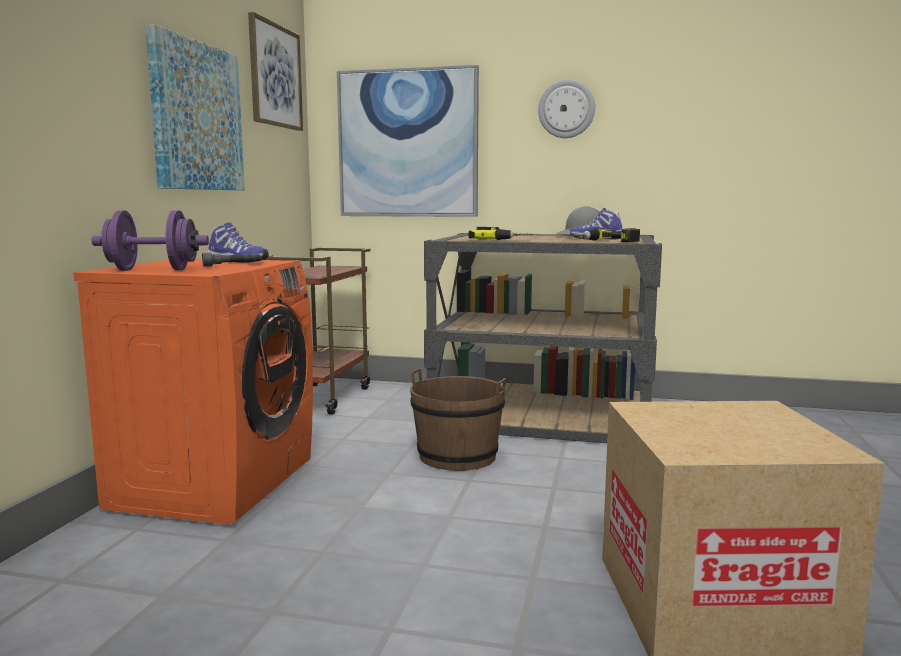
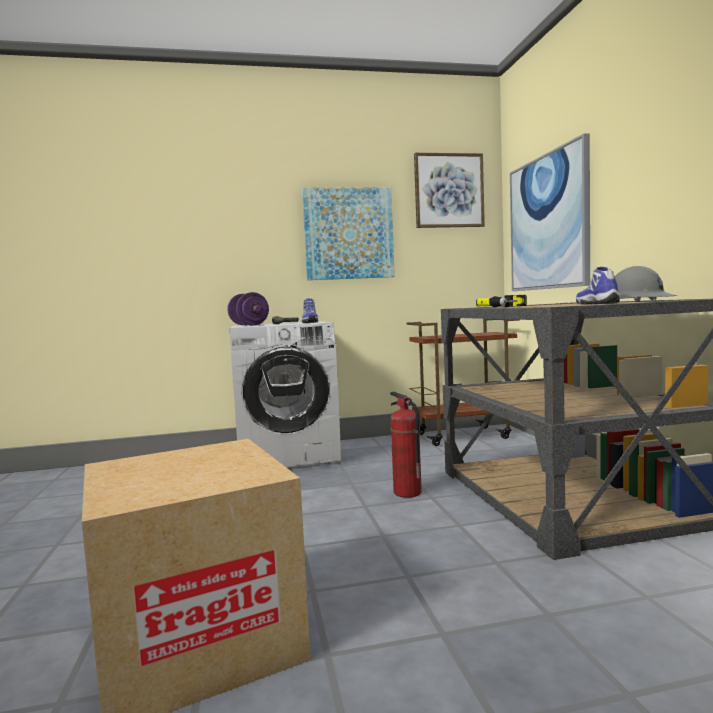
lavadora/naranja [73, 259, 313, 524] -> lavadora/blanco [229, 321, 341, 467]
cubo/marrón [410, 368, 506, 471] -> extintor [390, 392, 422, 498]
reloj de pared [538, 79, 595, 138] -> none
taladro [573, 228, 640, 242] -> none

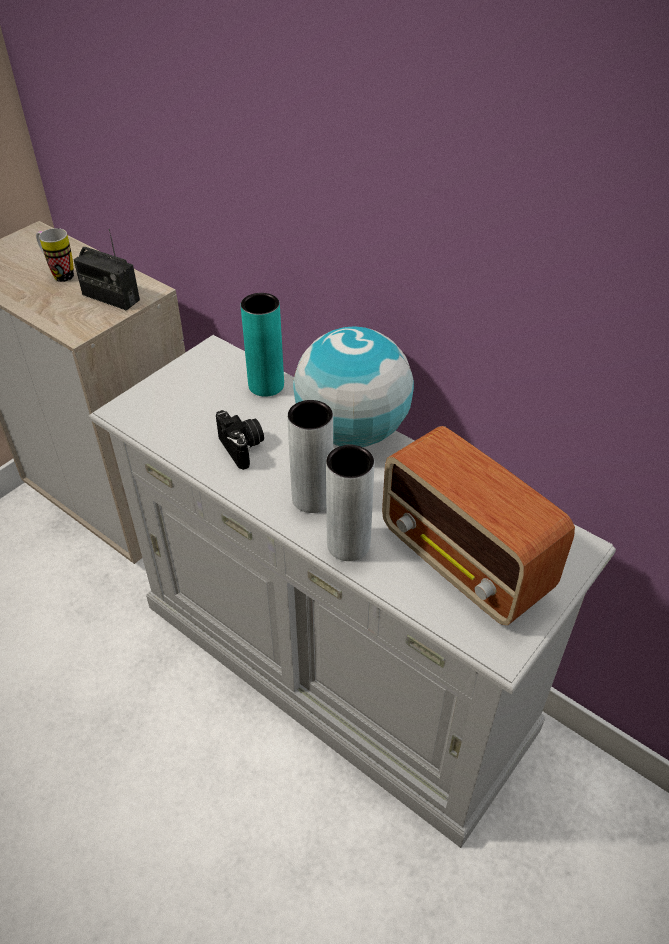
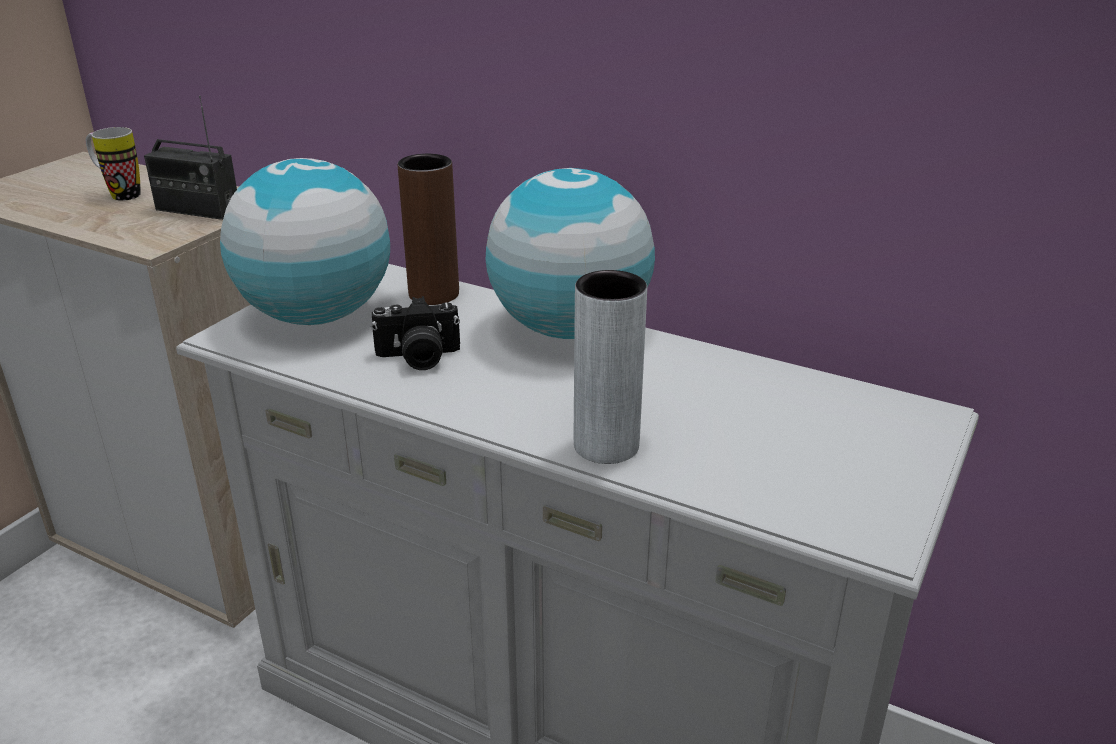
cámara [216, 410, 264, 470] -> cámara [371, 296, 460, 370], 120 degrees clockwise
florero/turquesa [241, 293, 284, 397] -> florero/marrón [398, 154, 459, 305]
florero/gris [287, 400, 333, 513] -> none
radio [382, 426, 575, 625] -> none
none -> globo terráqueo [220, 158, 390, 325]

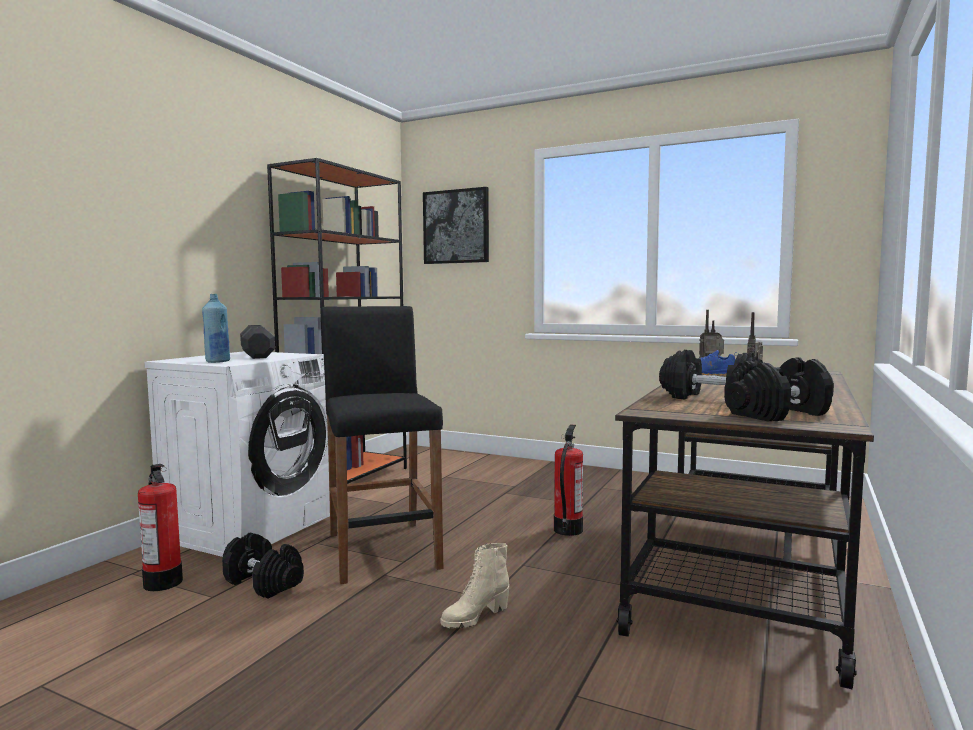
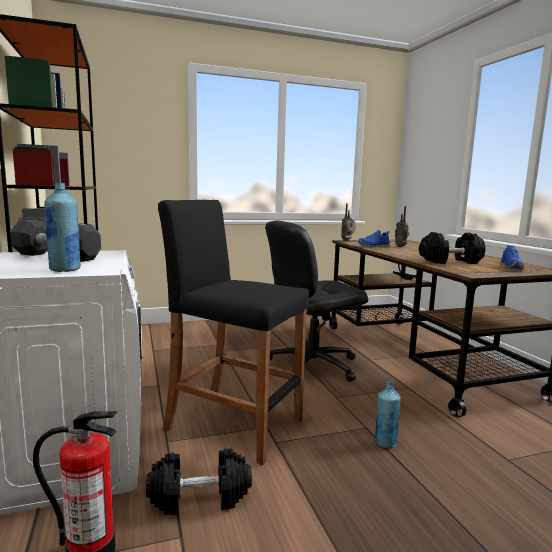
cuadro [423, 187, 489, 264] -> none
bota/beis [440, 543, 509, 628] -> botella/azul [375, 382, 401, 448]
extintor [554, 424, 583, 536] -> silla de oficina/negro [265, 221, 368, 382]
mancuerna/negro [724, 357, 834, 422] -> zapato/azul [500, 245, 524, 269]

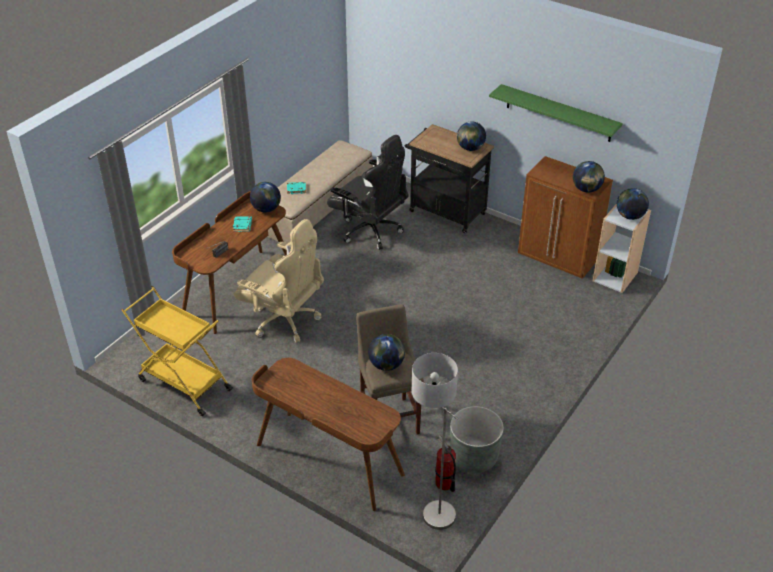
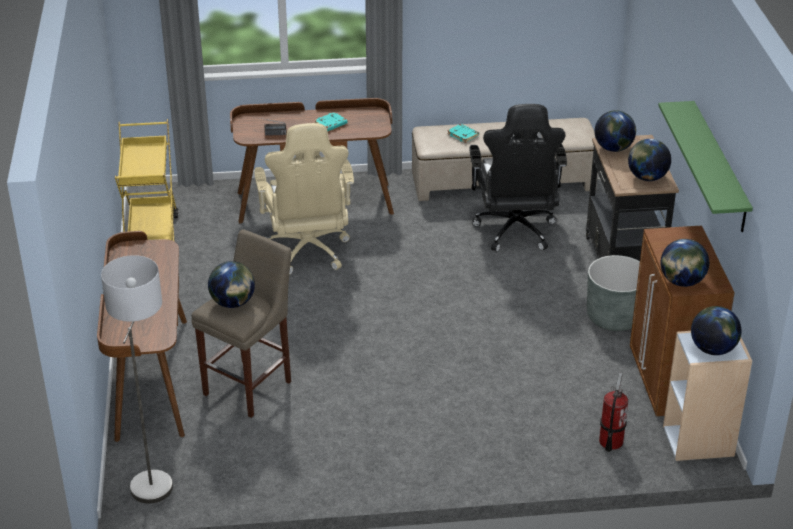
globo terráqueo [250, 182, 281, 213] -> globo terráqueo [595, 110, 636, 152], moved
extintor [435, 435, 456, 492] -> extintor [599, 373, 628, 452], moved
maceta/gris [450, 406, 504, 473] -> maceta/gris [587, 255, 640, 331], moved

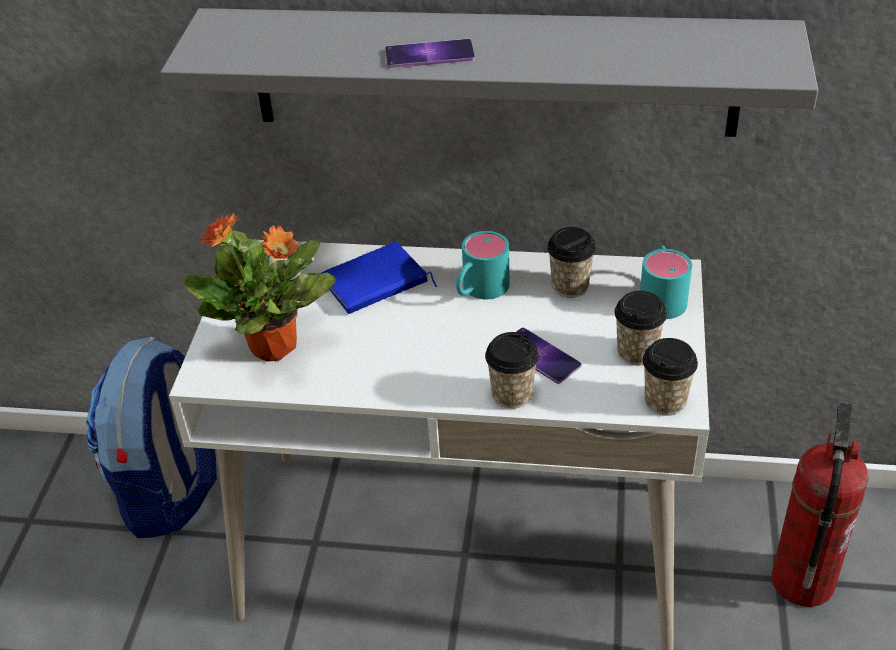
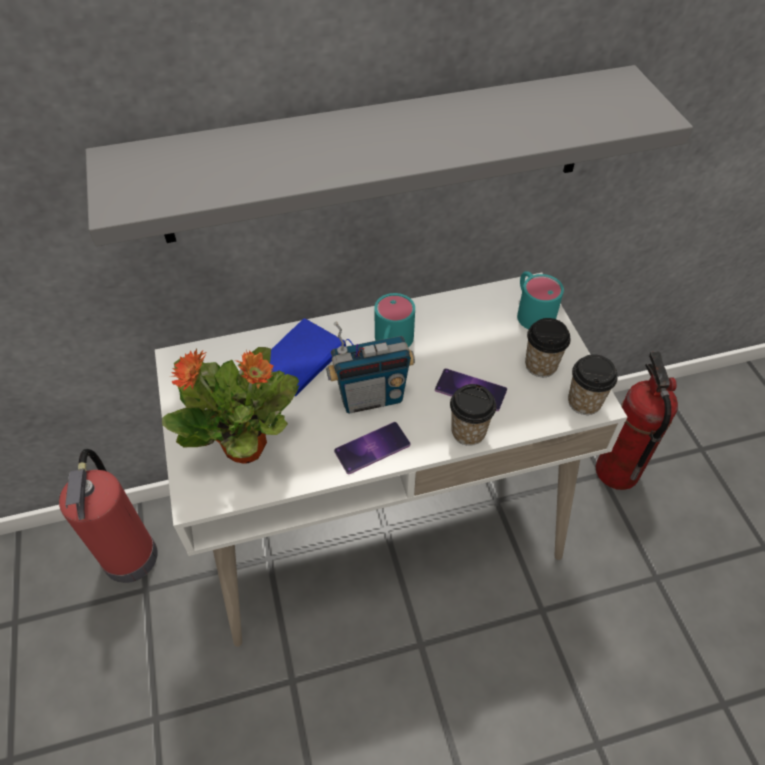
mochila [86, 337, 217, 538] -> extintor [59, 449, 158, 583]
móvil [385, 39, 475, 68] -> móvil [334, 422, 410, 474], moved
taza [547, 227, 596, 298] -> none
none -> radio [326, 322, 415, 414]

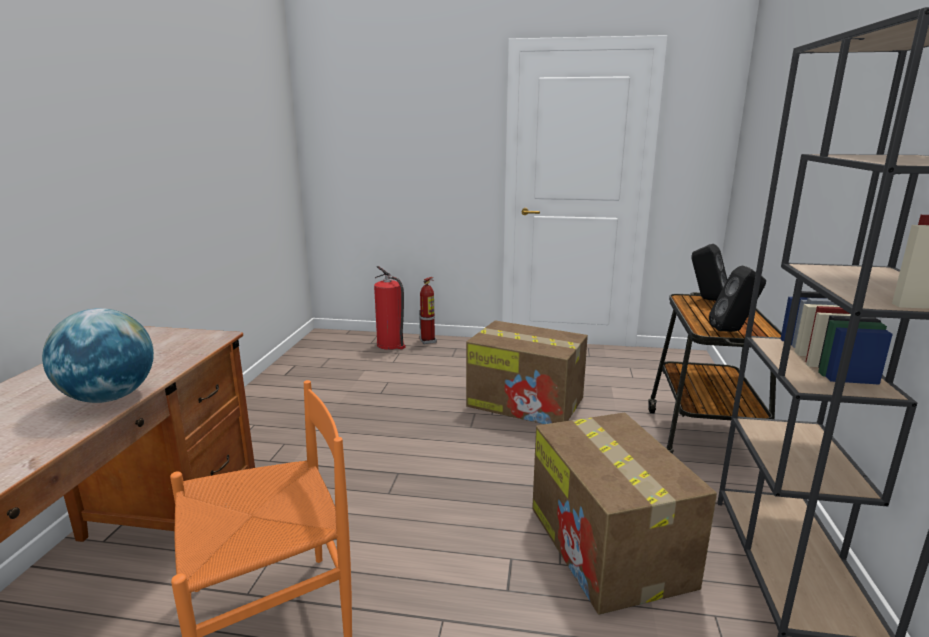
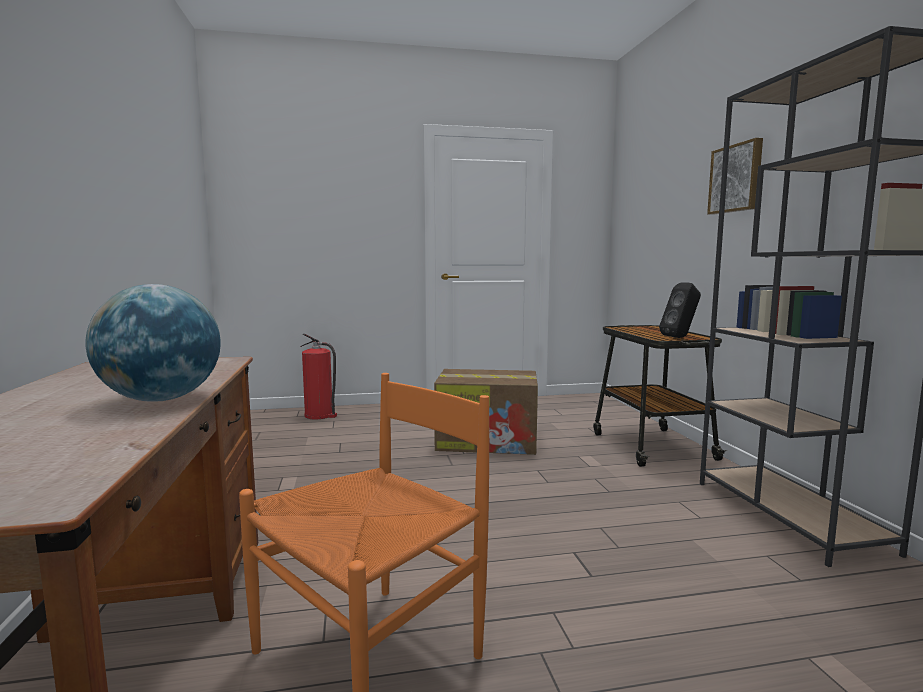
extintor [419, 277, 437, 344] -> none
caja de cartón [532, 413, 717, 615] -> none
altavoz/negro [691, 244, 727, 301] -> none
none -> cuadro [707, 138, 763, 215]

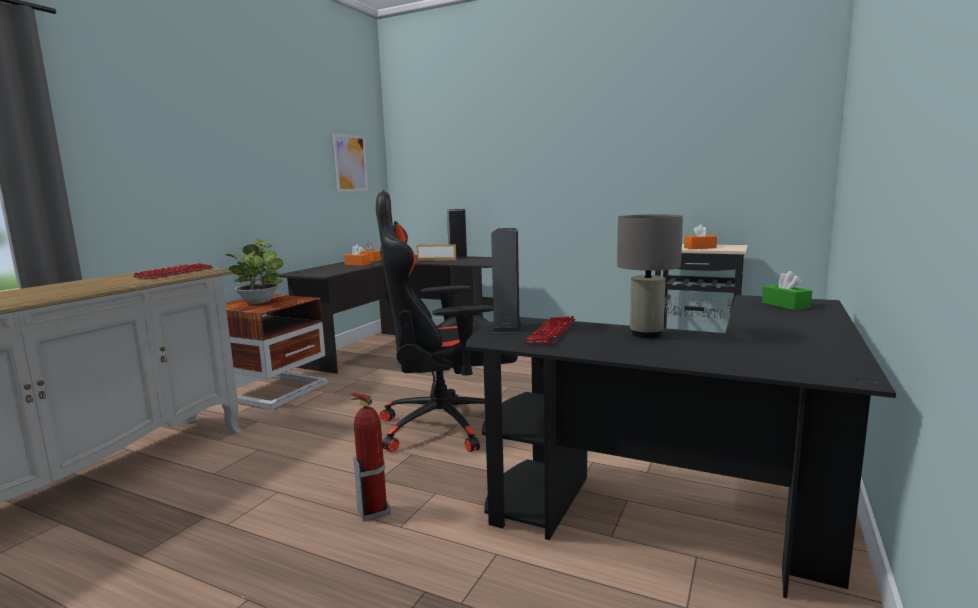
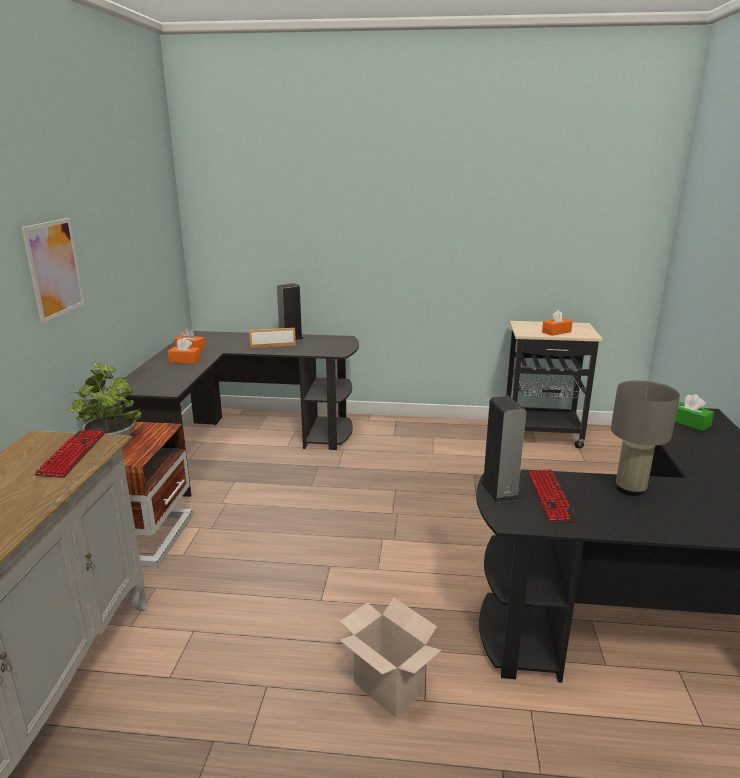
cuadro [333, 133, 368, 192] -> cuadro [21, 218, 85, 323], moved
extintor [350, 392, 391, 522] -> caja de cartón [339, 598, 442, 718]
silla de oficina/negro [376, 190, 518, 452] -> none

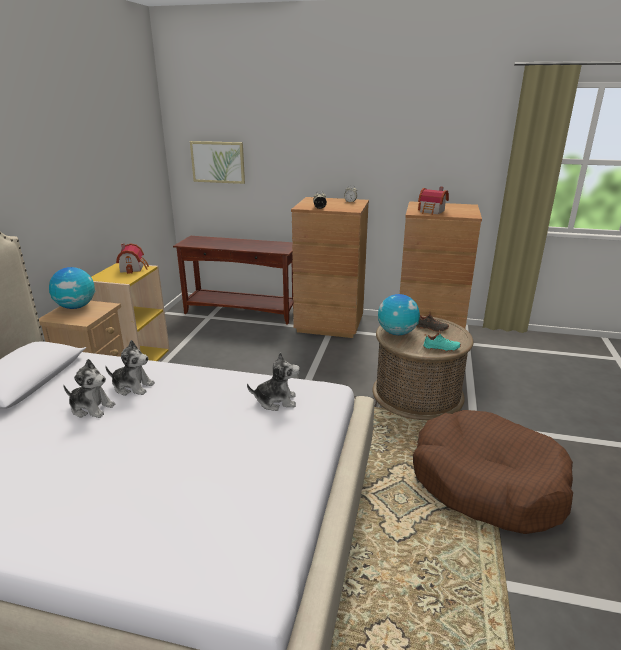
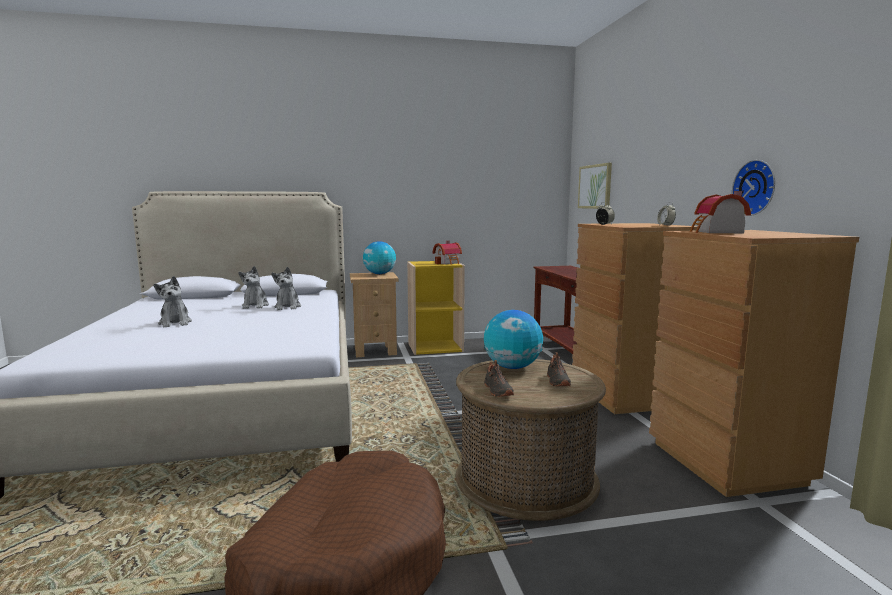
peluche [247, 352, 300, 411] -> peluche [153, 276, 192, 327], moved
zapato/turquesa [423, 330, 461, 351] -> zapato/negro [484, 360, 514, 397]
none -> reloj de pared [732, 160, 775, 216]

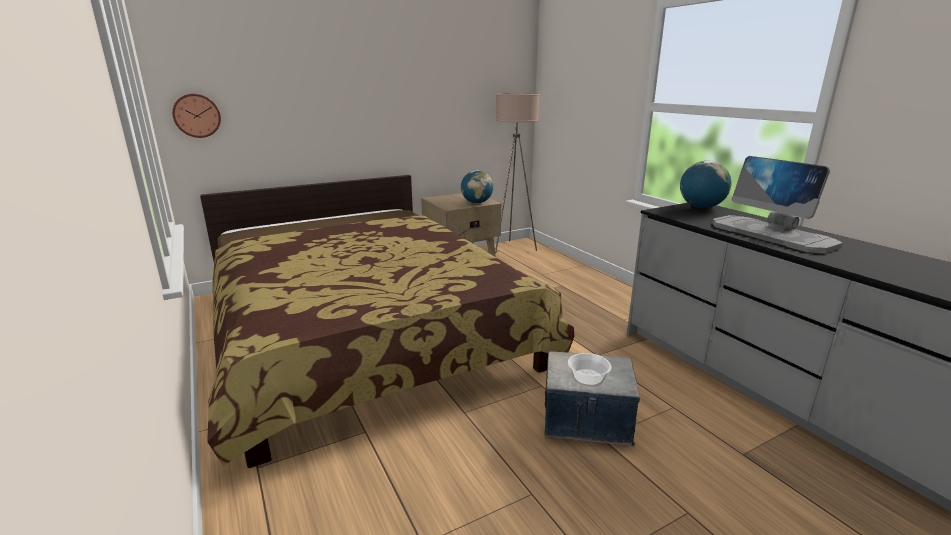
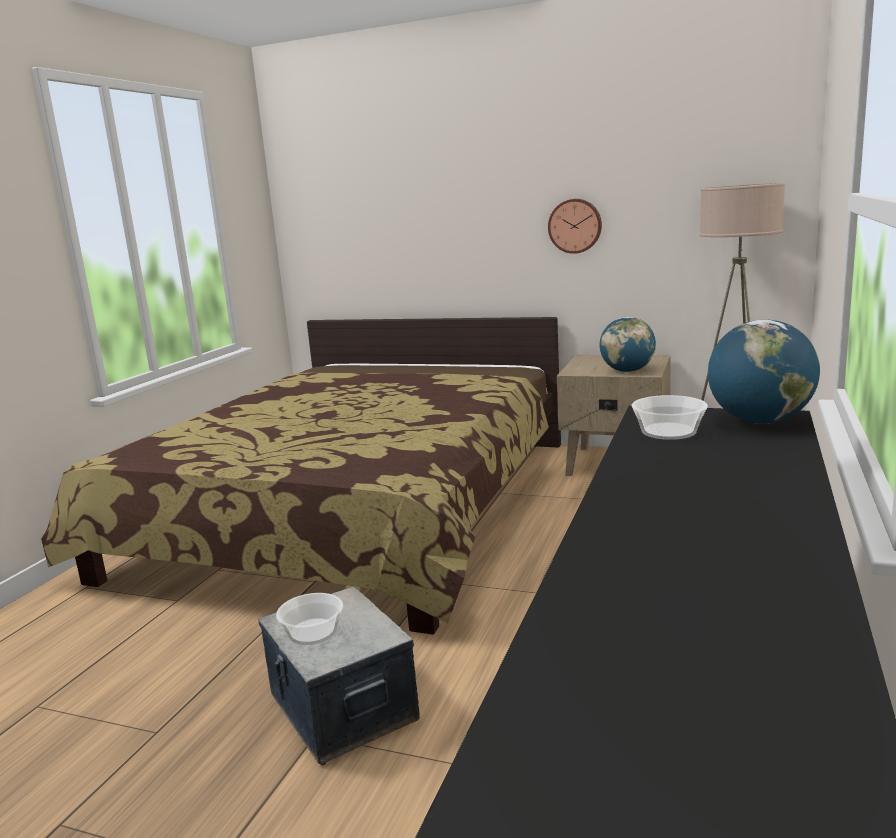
reloj de pared [172, 94, 221, 138] -> reloj de pared [548, 199, 602, 254], moved
monitor [712, 156, 842, 254] -> none
none -> cuenco [632, 395, 708, 440]

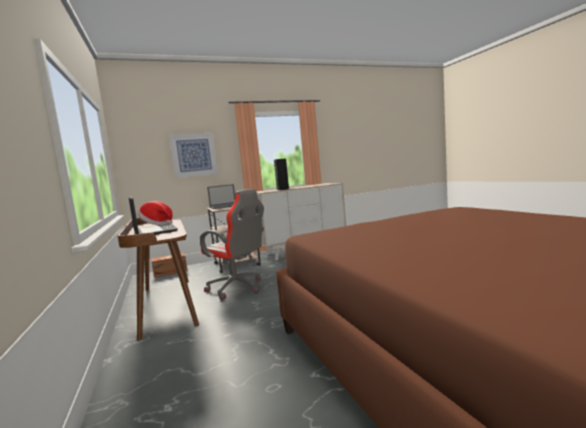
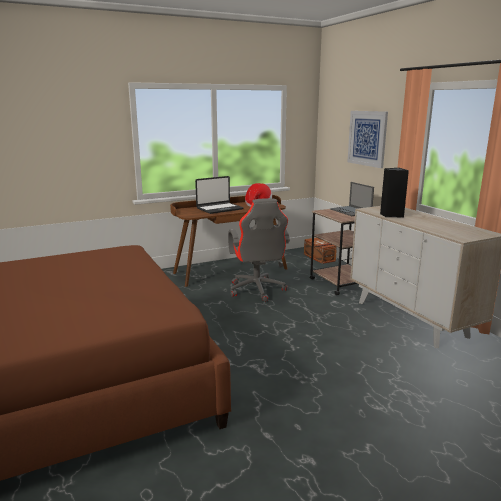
silla de oficina/gris [200, 189, 264, 300] -> silla de oficina/gris [228, 198, 290, 302], 45 degrees counterclockwise

